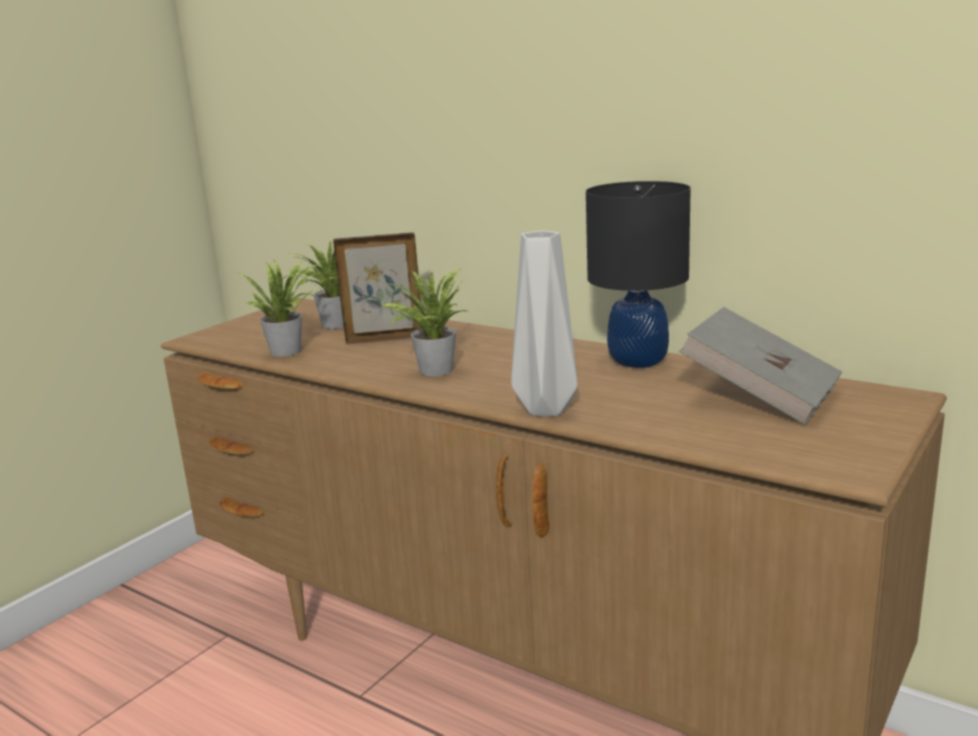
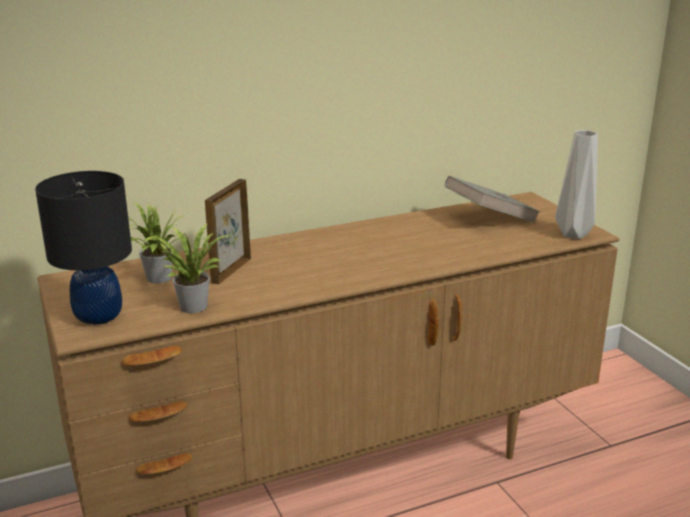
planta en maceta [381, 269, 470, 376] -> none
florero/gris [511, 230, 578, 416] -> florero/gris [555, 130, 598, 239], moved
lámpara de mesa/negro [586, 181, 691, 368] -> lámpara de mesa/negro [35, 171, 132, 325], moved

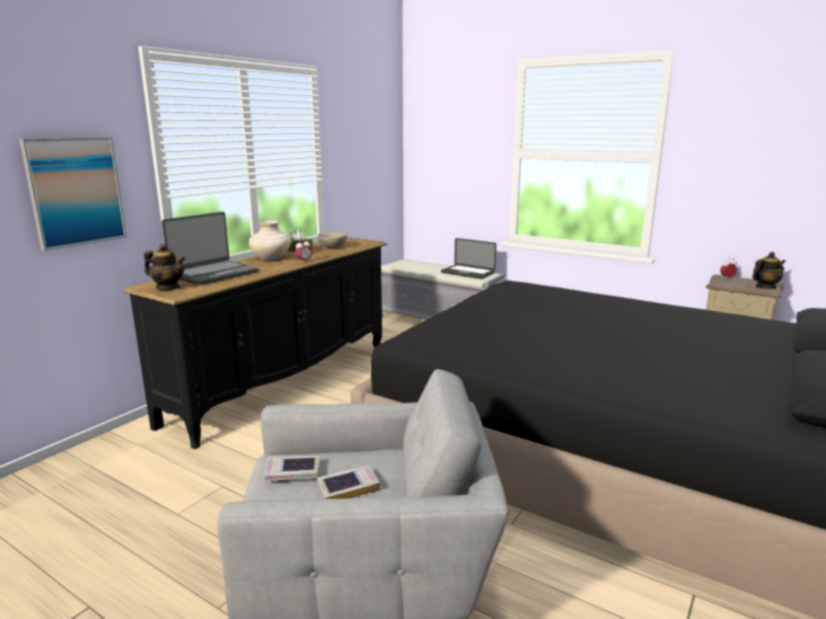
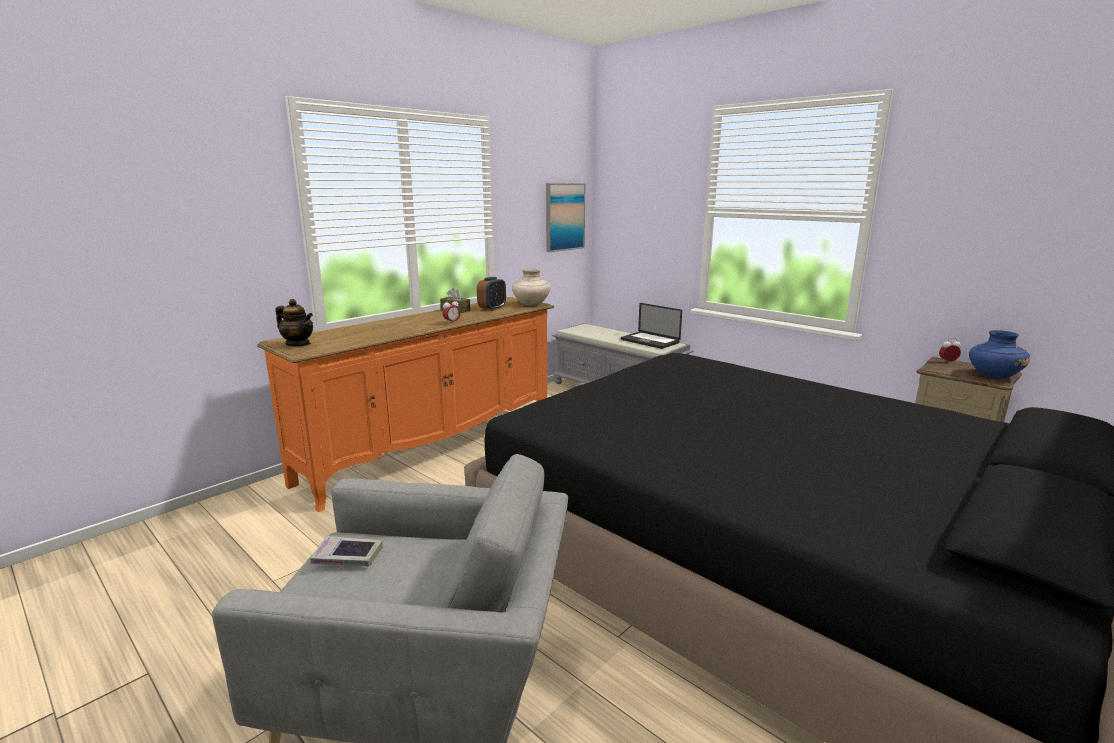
cuadro [19, 137, 127, 251] -> cuadro [546, 183, 585, 252], moved
cómoda/negro [123, 237, 387, 449] -> cómoda/naranja [257, 297, 554, 512]
portátil [162, 212, 259, 285] -> none
florero/beis [249, 221, 291, 260] -> florero/beis [512, 268, 551, 306], moved
cuenco/beis [317, 232, 347, 248] -> despertador [477, 277, 506, 311]
libro [317, 465, 380, 499] -> none
tetera [752, 252, 786, 289] -> florero/azul [969, 330, 1031, 379]

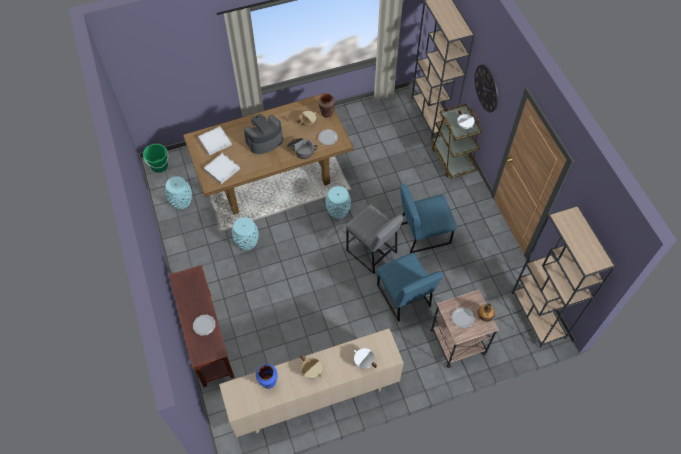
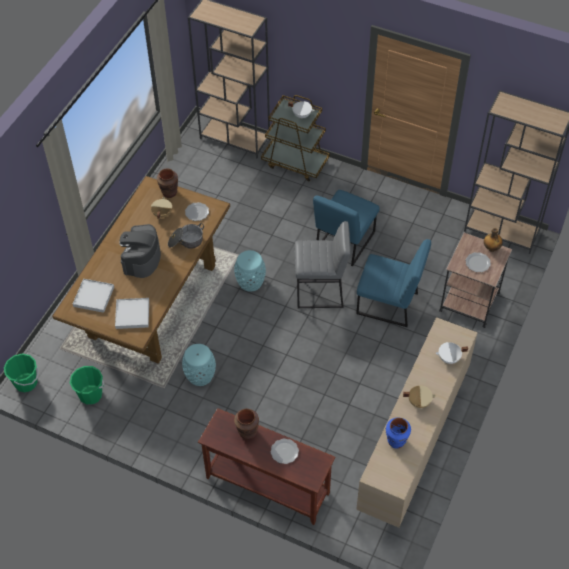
taburete/turquesa [165, 176, 192, 209] -> cubo/verde [70, 366, 104, 405]
reloj de pared [475, 65, 498, 112] -> none
none -> florero/marrón [234, 409, 259, 440]

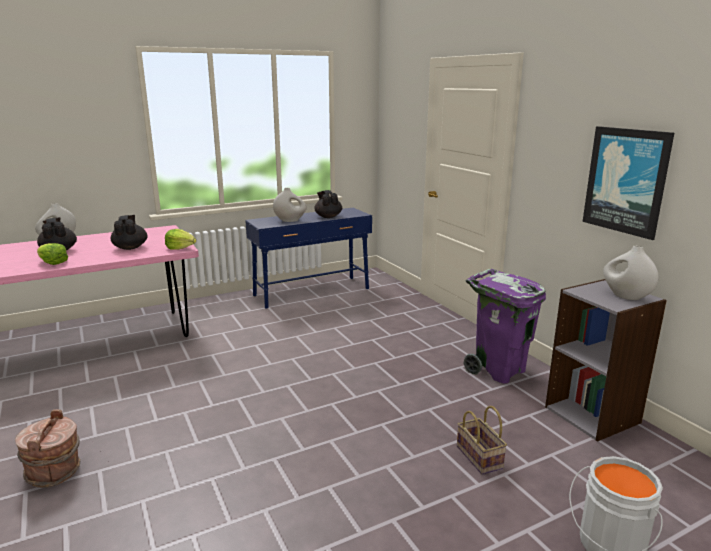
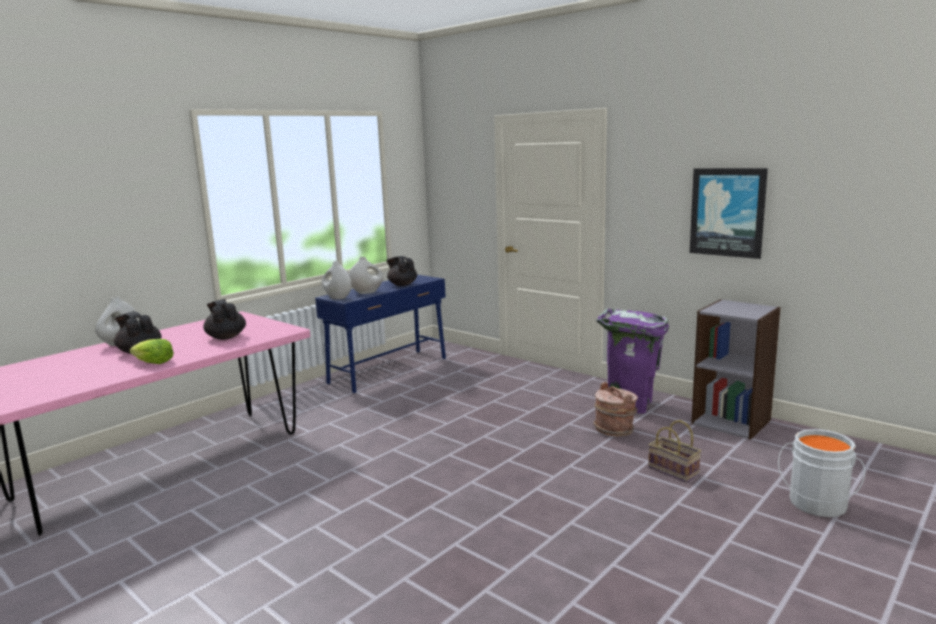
cubo/marrón [15, 409, 80, 488] -> cubo/marrón [594, 382, 638, 436], moved
lechuga [165, 229, 196, 250] -> none
florero/blanco [603, 246, 659, 300] -> florero/blanco [322, 261, 352, 299], moved

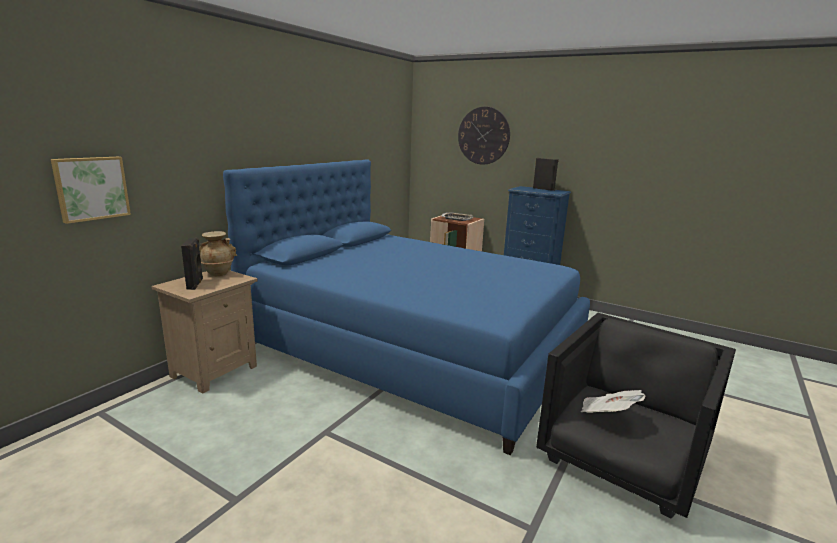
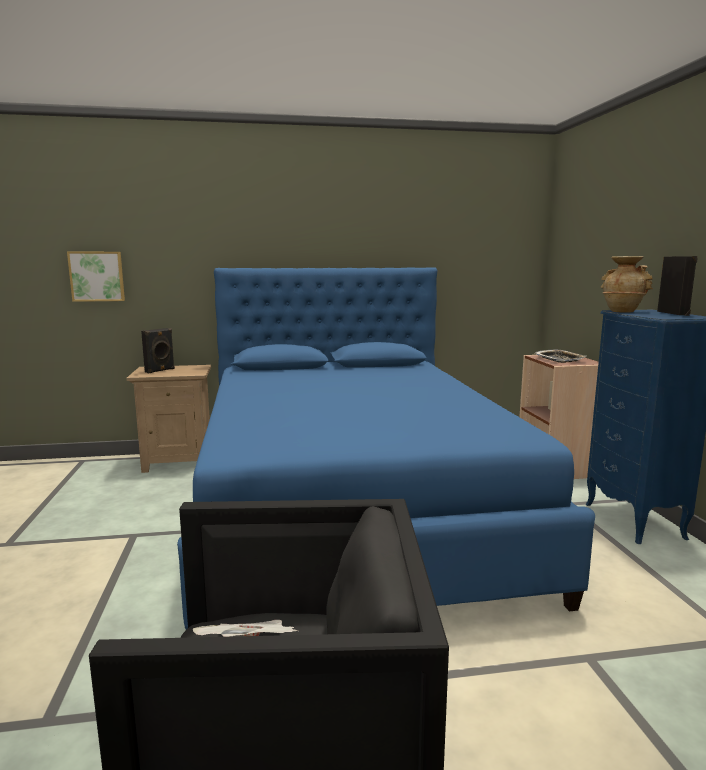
florero/beis [199, 231, 237, 276] -> florero/beis [601, 256, 653, 313], moved
reloj de pared [458, 107, 510, 165] -> none

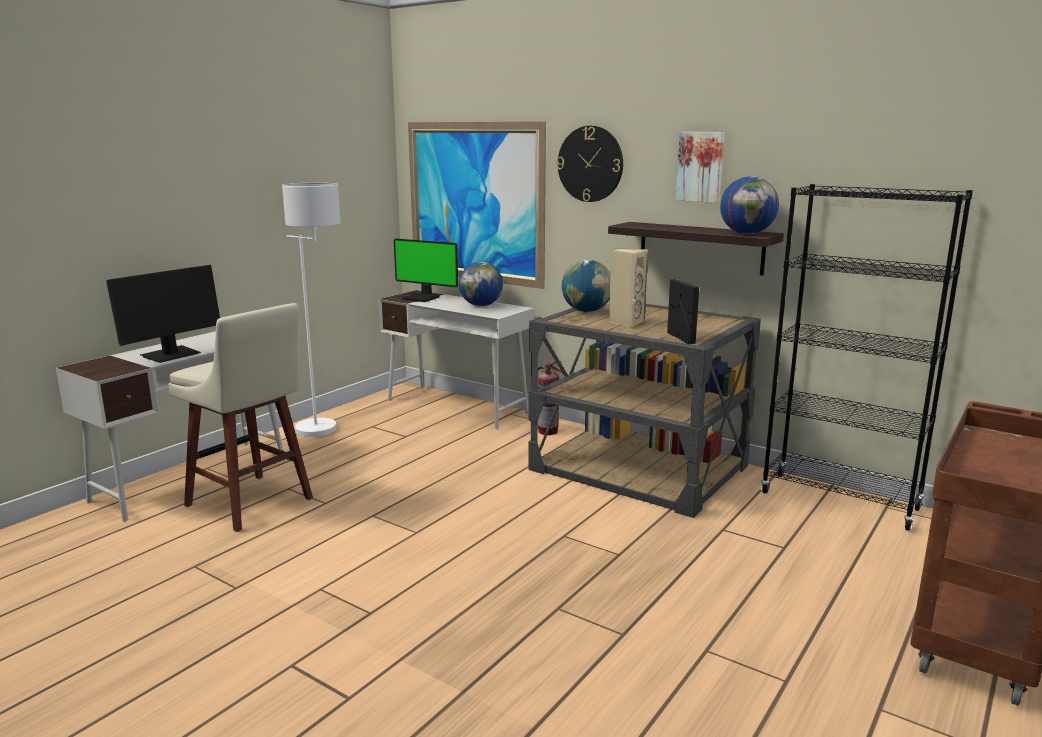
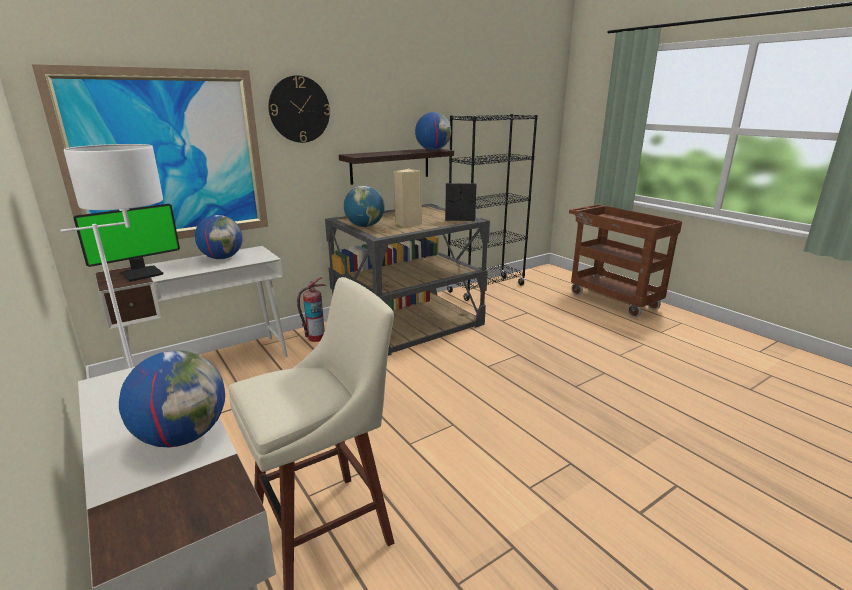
monitor [106, 265, 220, 363] -> globo terráqueo [119, 350, 225, 447]
cuadro [676, 132, 725, 203] -> none

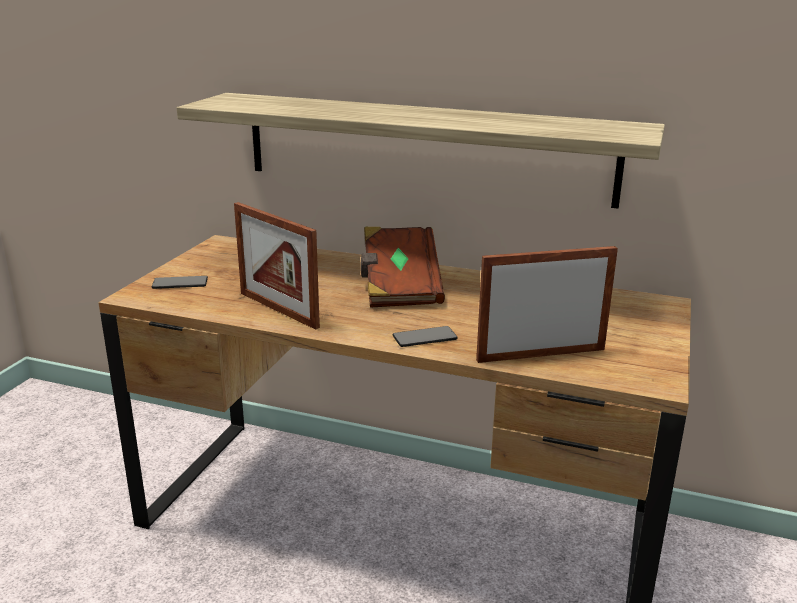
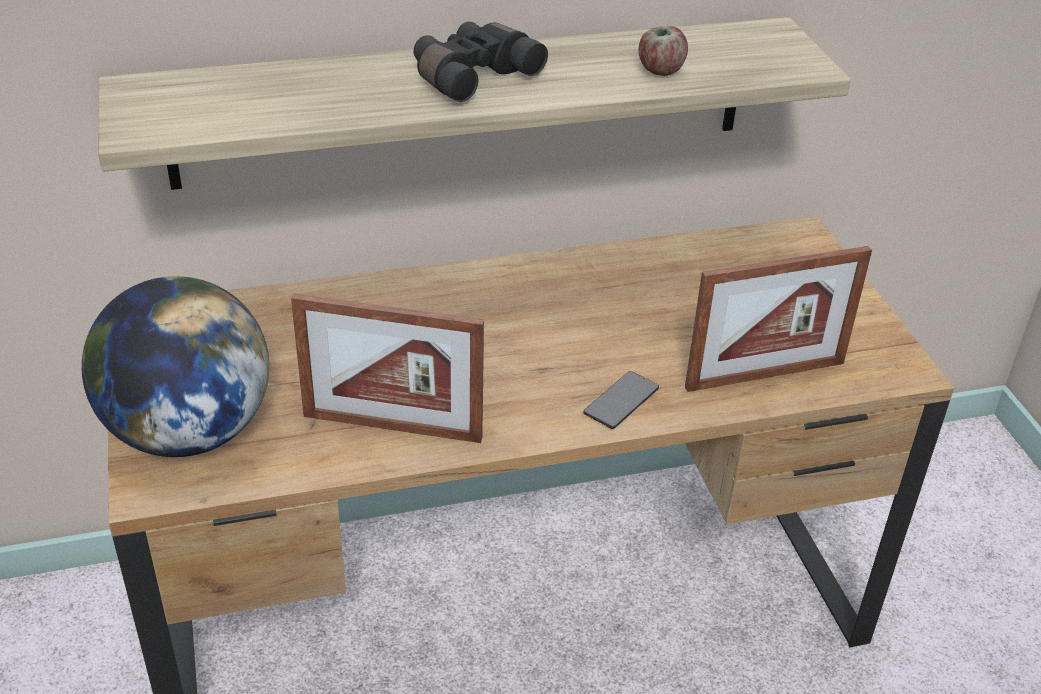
móvil [152, 276, 208, 289] -> globo terráqueo [82, 276, 269, 457]
libro/marrón [360, 227, 445, 308] -> none
portarretratos [476, 246, 618, 363] -> portarretratos [685, 246, 872, 392], 150 degrees counterclockwise
none -> prismáticos/negro [414, 21, 548, 102]
none -> manzana [639, 26, 688, 76]

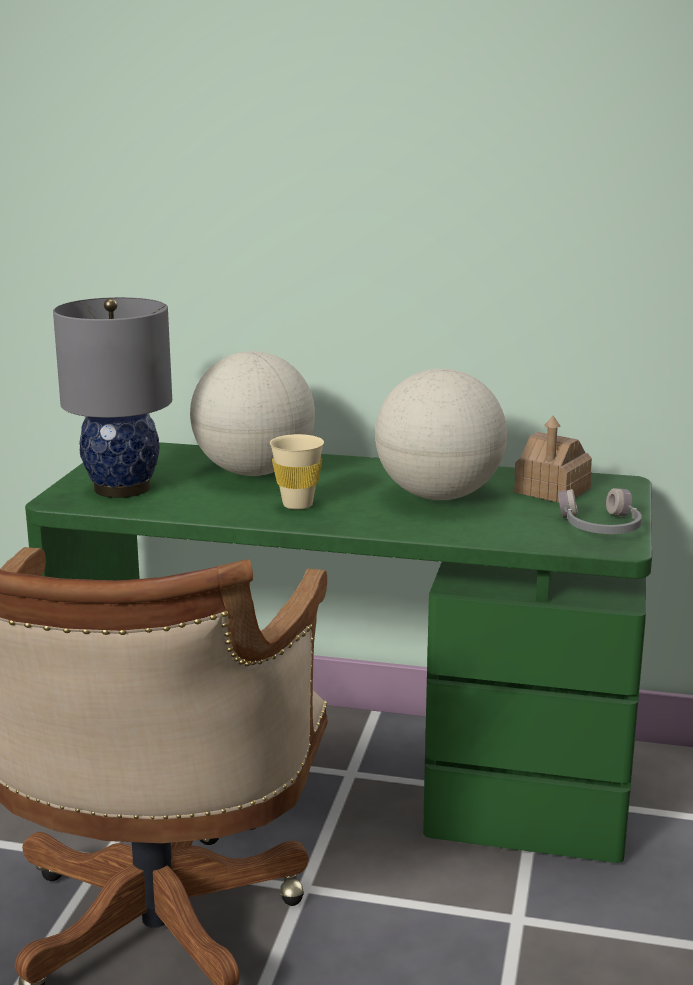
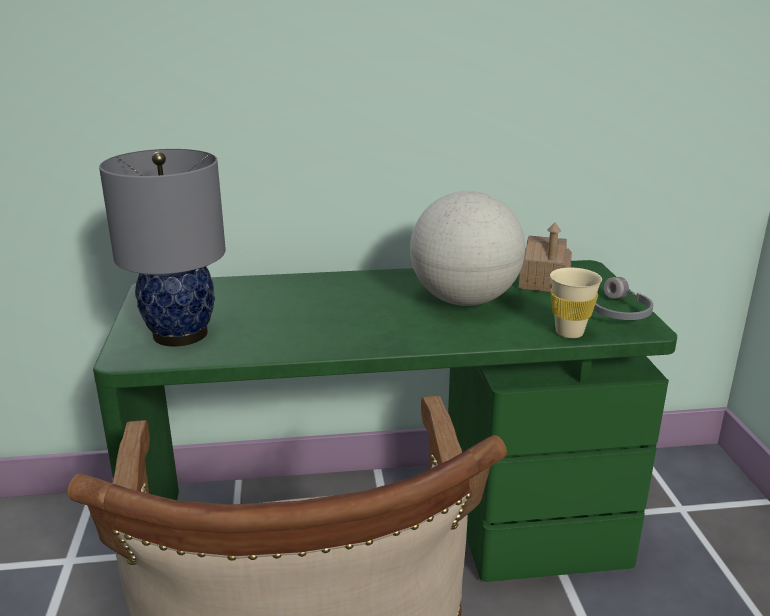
globo terráqueo [190, 351, 315, 476] -> none
taza/beis [270, 434, 324, 510] -> taza/beis [550, 268, 602, 338], moved

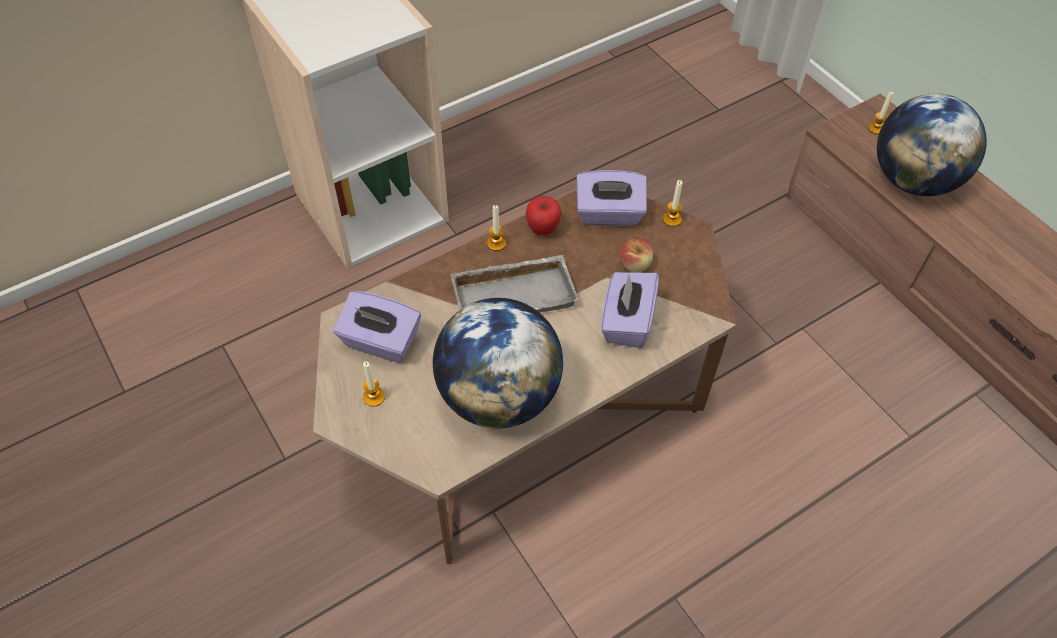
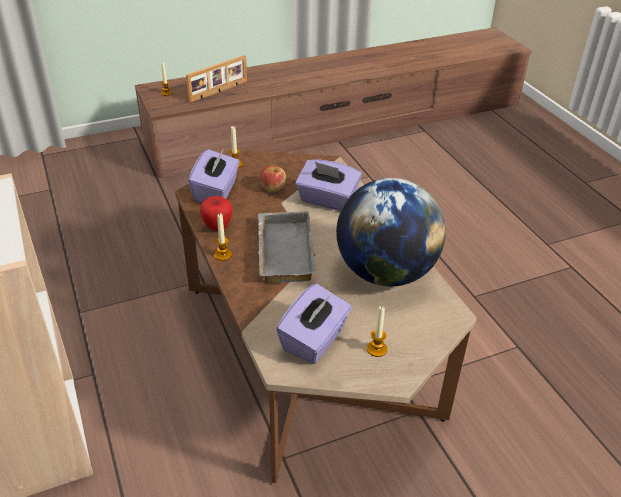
globo terráqueo [877, 93, 987, 196] -> portarretratos [186, 55, 247, 102]

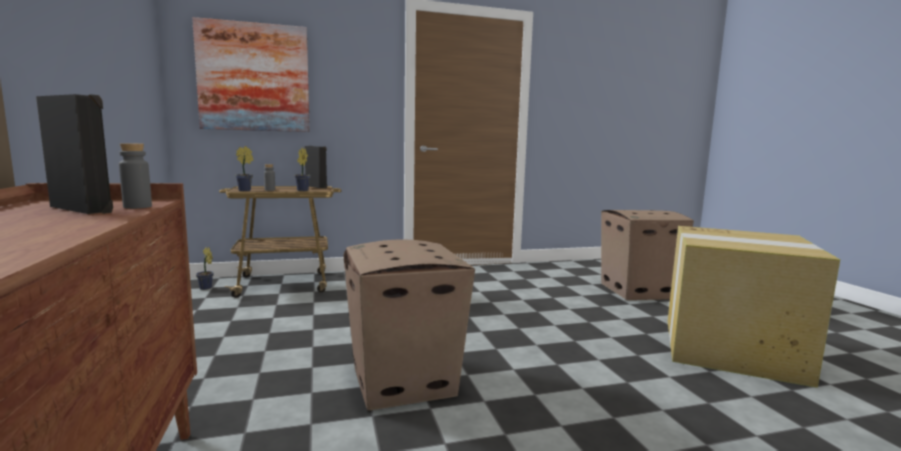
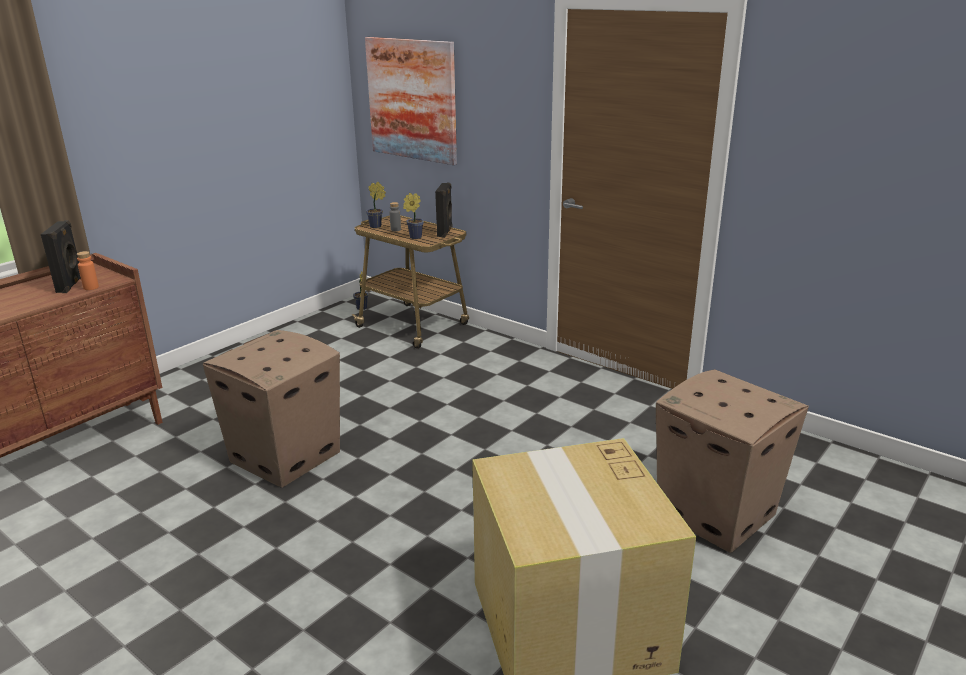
botella/gris [119, 143, 152, 209] -> botella/naranja [77, 251, 99, 290]

